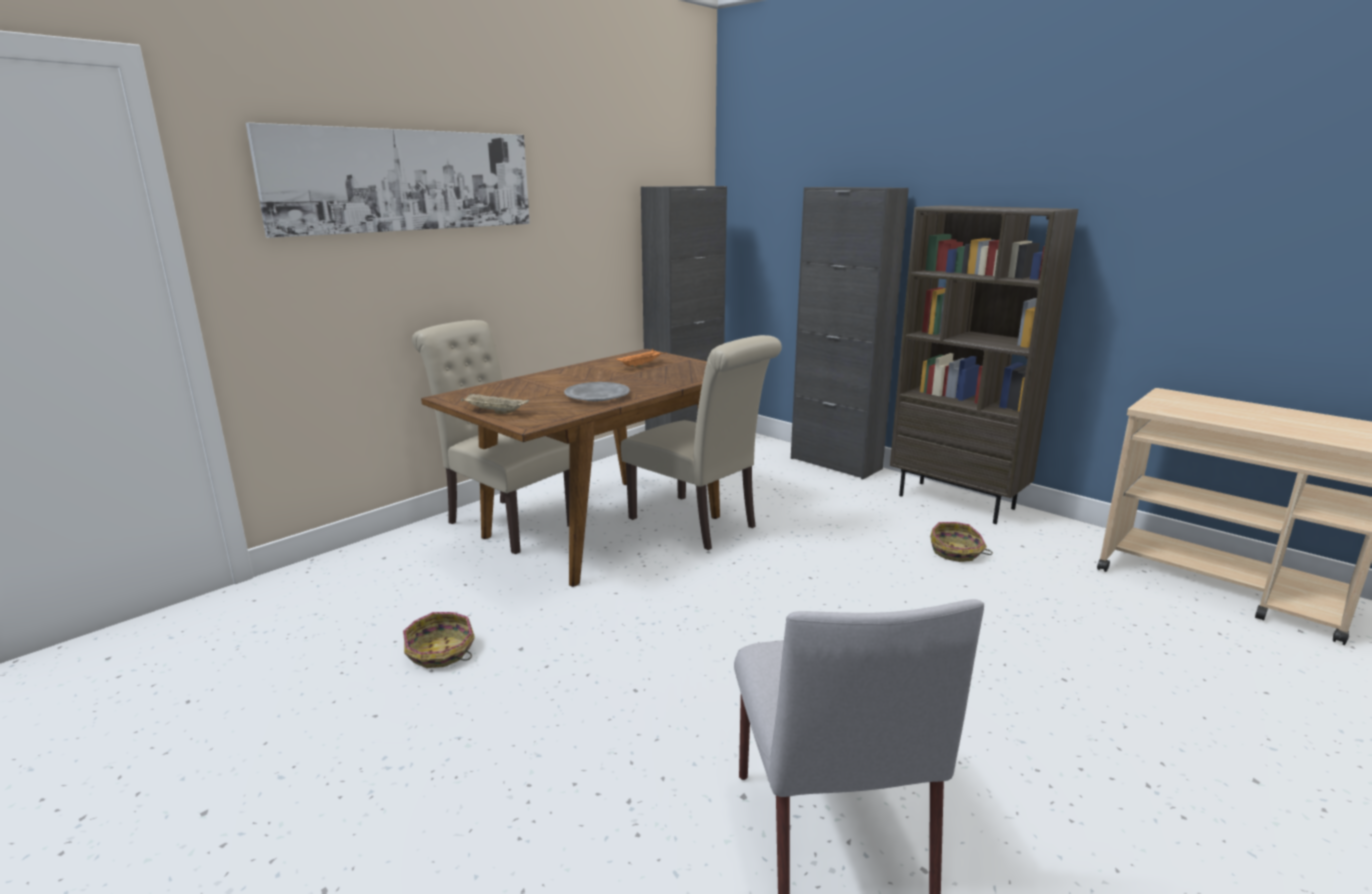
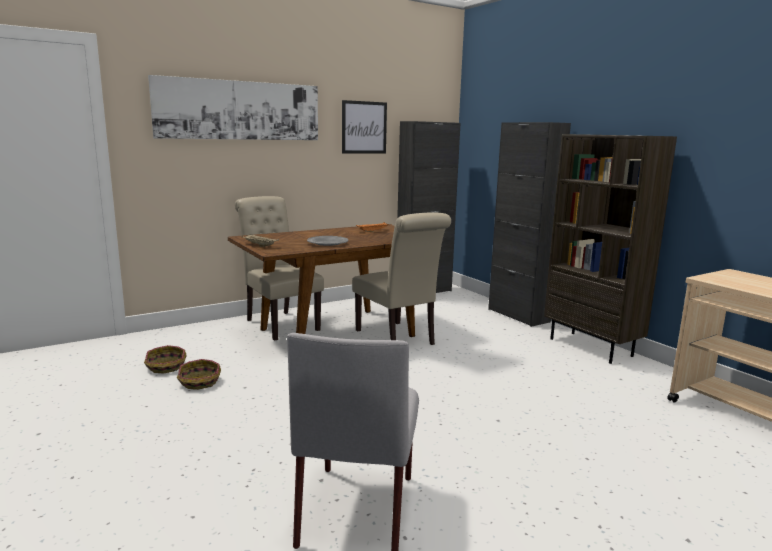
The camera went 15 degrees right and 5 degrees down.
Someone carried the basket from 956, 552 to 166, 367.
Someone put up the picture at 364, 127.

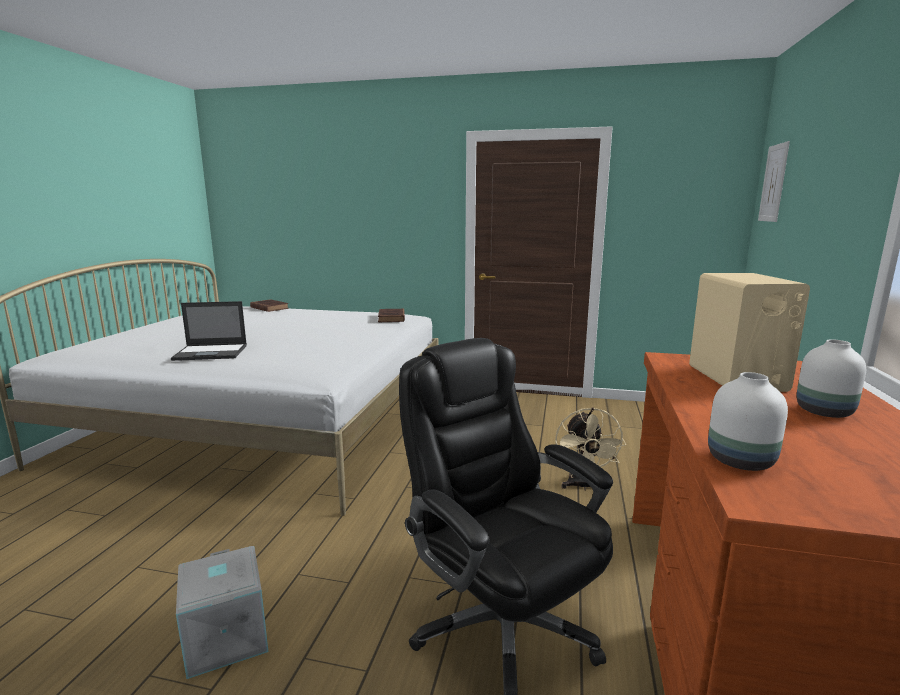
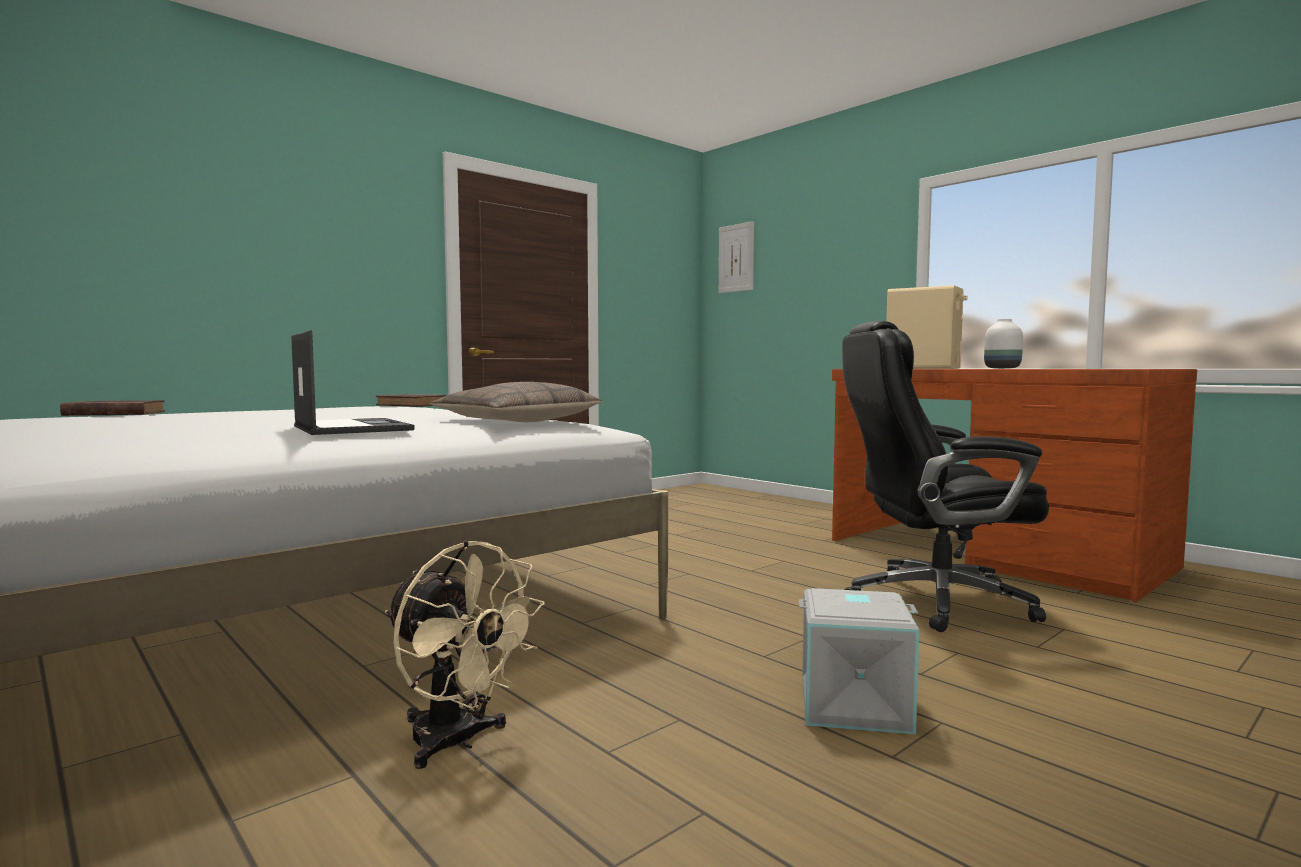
The camera went 55 degrees left and 10 degrees down.
Someone rotated the laptop at 212, 352 by 60 degrees counterclockwise.
Someone took away the vase in white at 740, 462.
Someone carried the fan in beige from 583, 486 to 457, 742.
Someone put down the pillow at 515, 421.

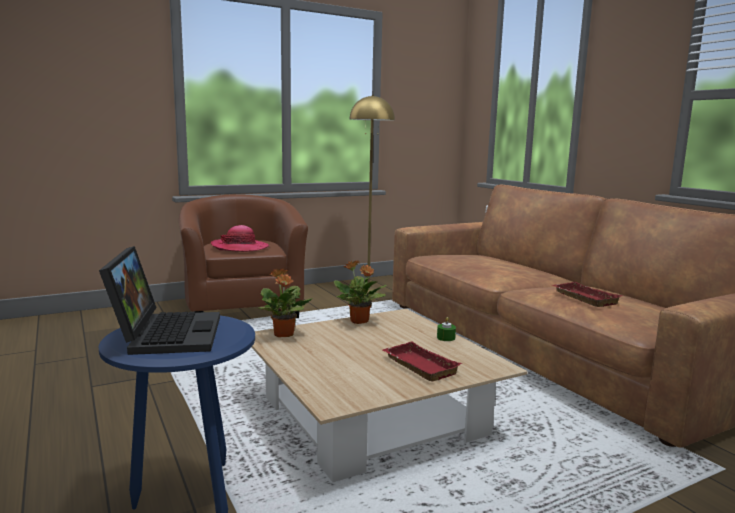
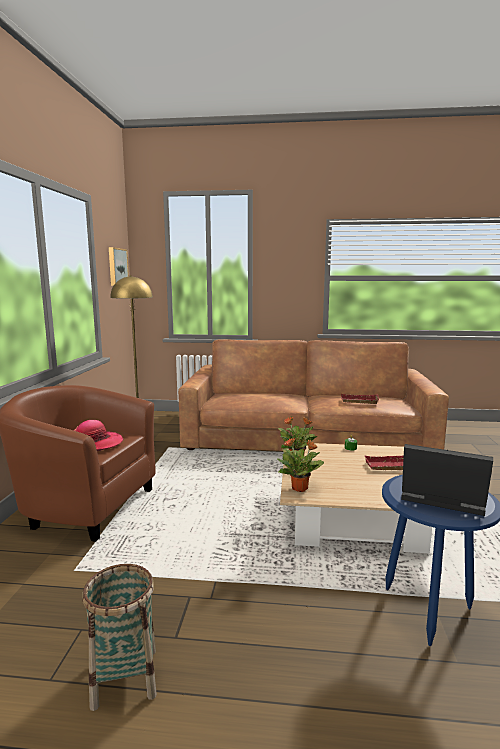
The camera went 55 degrees left and 0 degrees up.
Someone put up the picture at 117, 267.
Someone put down the basket at 125, 677.

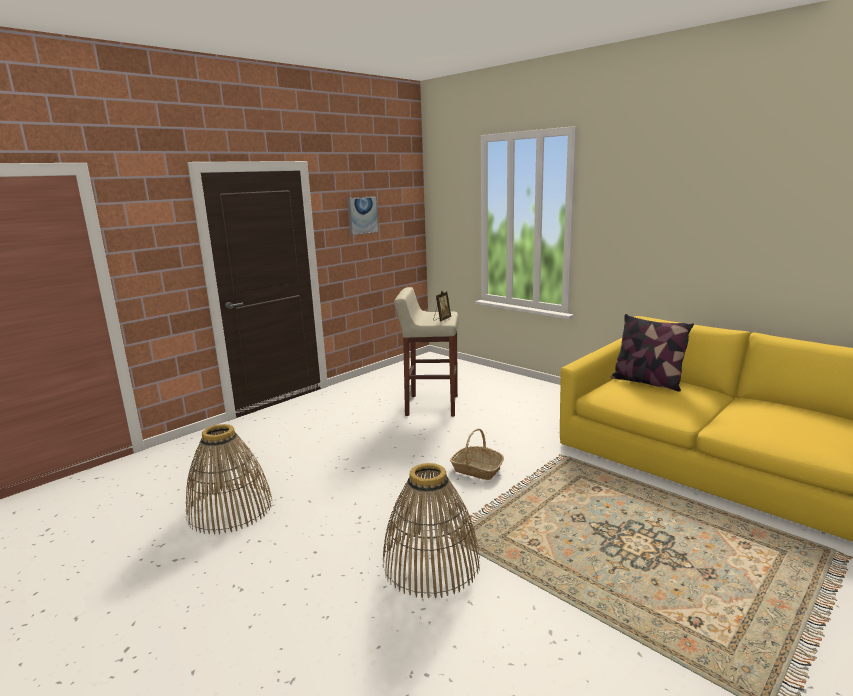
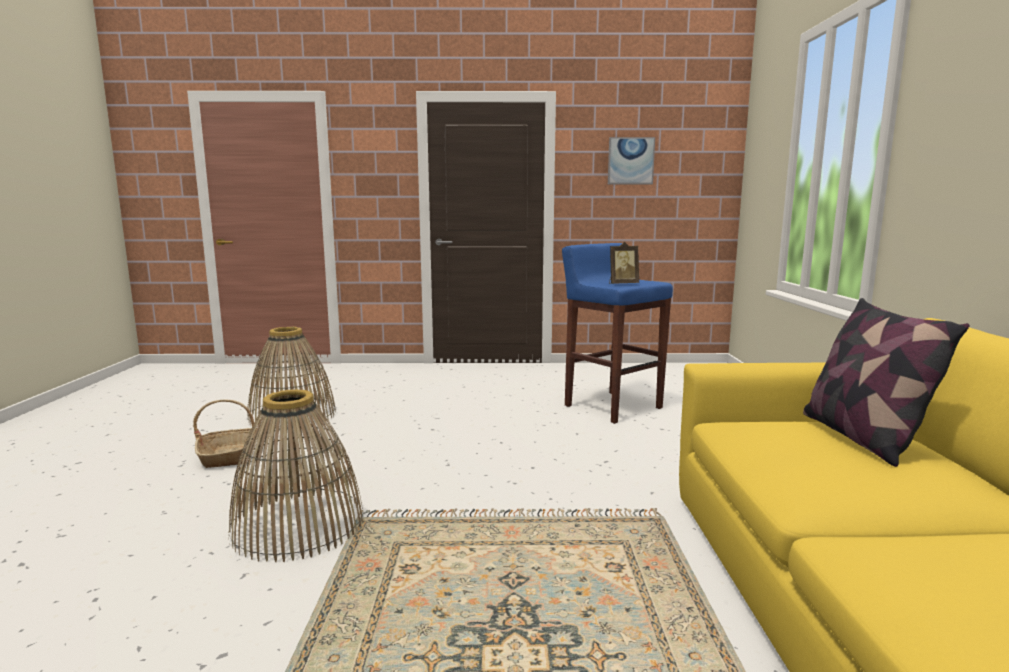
The camera went 45 degrees right and 5 degrees down.
Someone repainted the stool in beige at 431, 405, which became the stool in blue at 612, 406.
Someone carried the basket from 476, 469 to 229, 455.

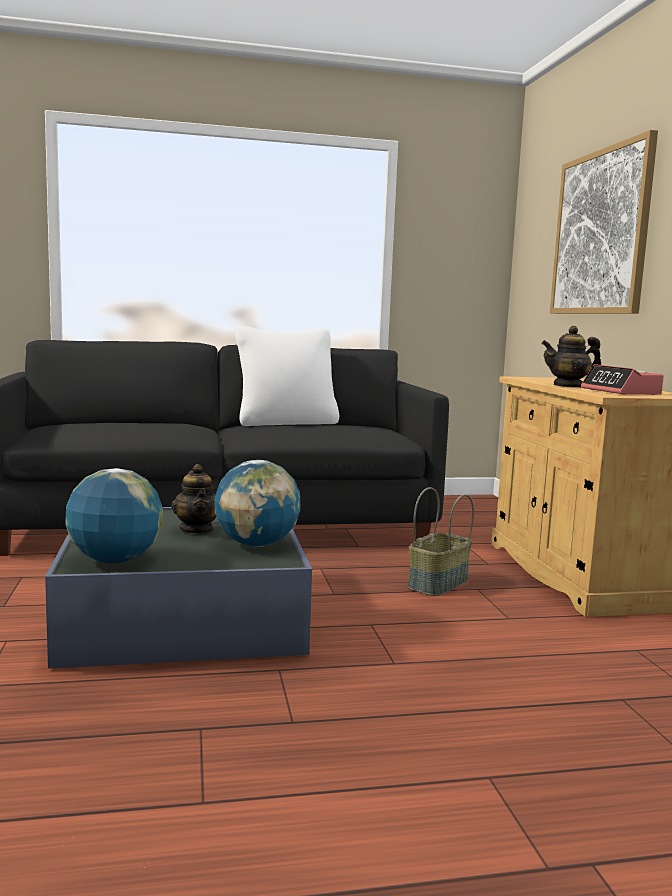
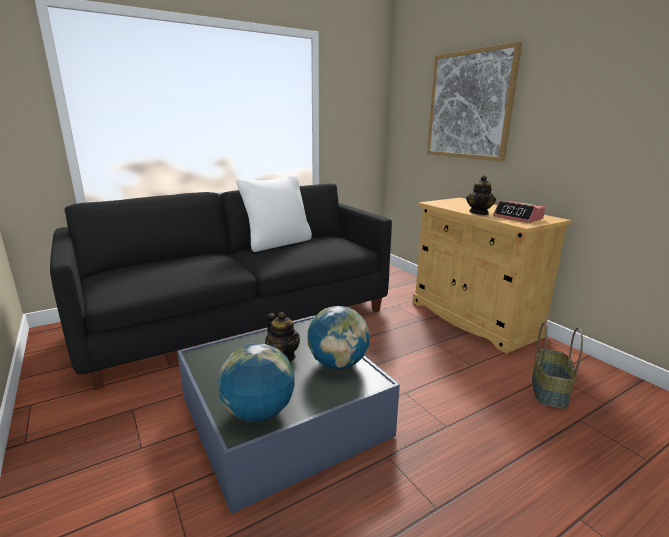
The camera went 20 degrees left and 10 degrees up.
Someone rotated the teapot at 568, 386 by 45 degrees counterclockwise.
Someone carried the basket from 439, 584 to 550, 391.

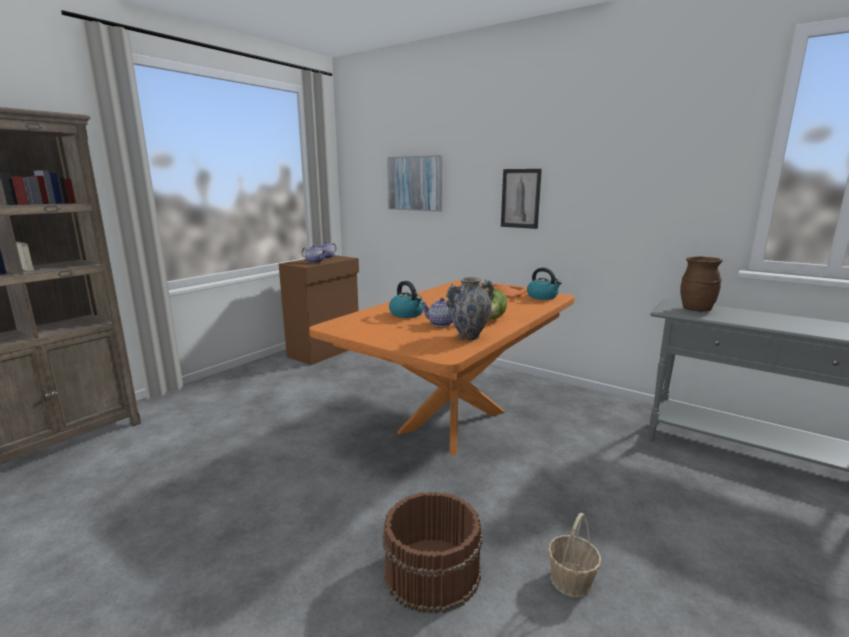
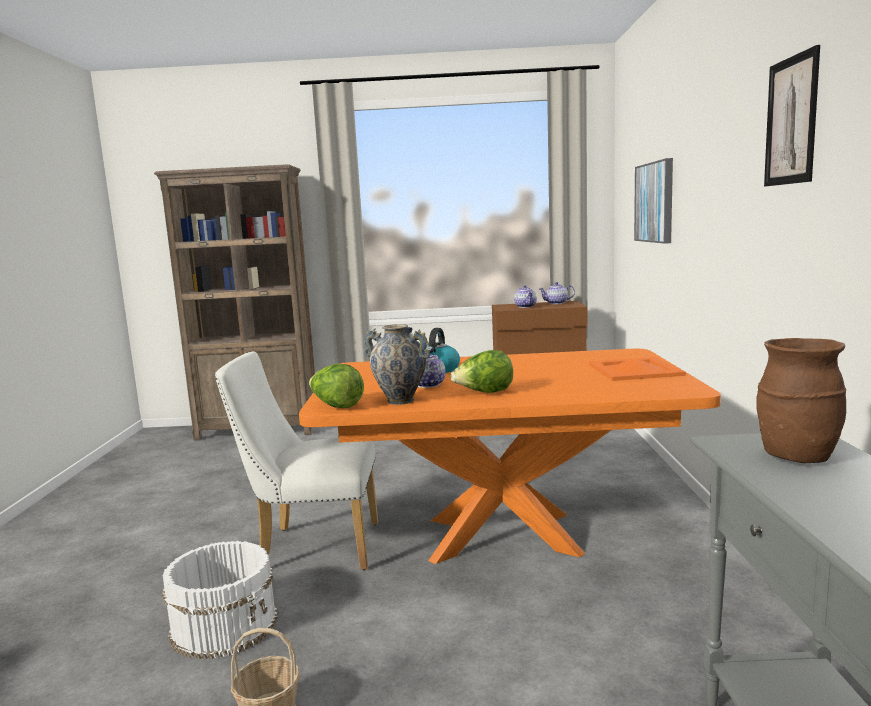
The camera went 55 degrees right and 5 degrees down.
Someone carried the picture from 520, 198 to 791, 121.
Someone took away the kettle at 542, 297.
Someone repainted the bucket in brown at 431, 571, which became the bucket in white at 225, 624.
Someone put down the chair in white at 311, 547.
Someone put down the lettuce at 336, 406.

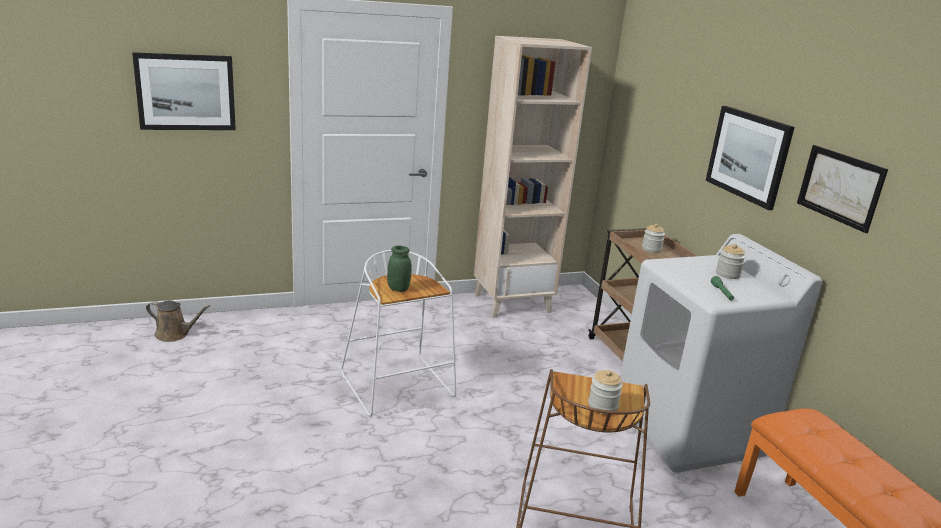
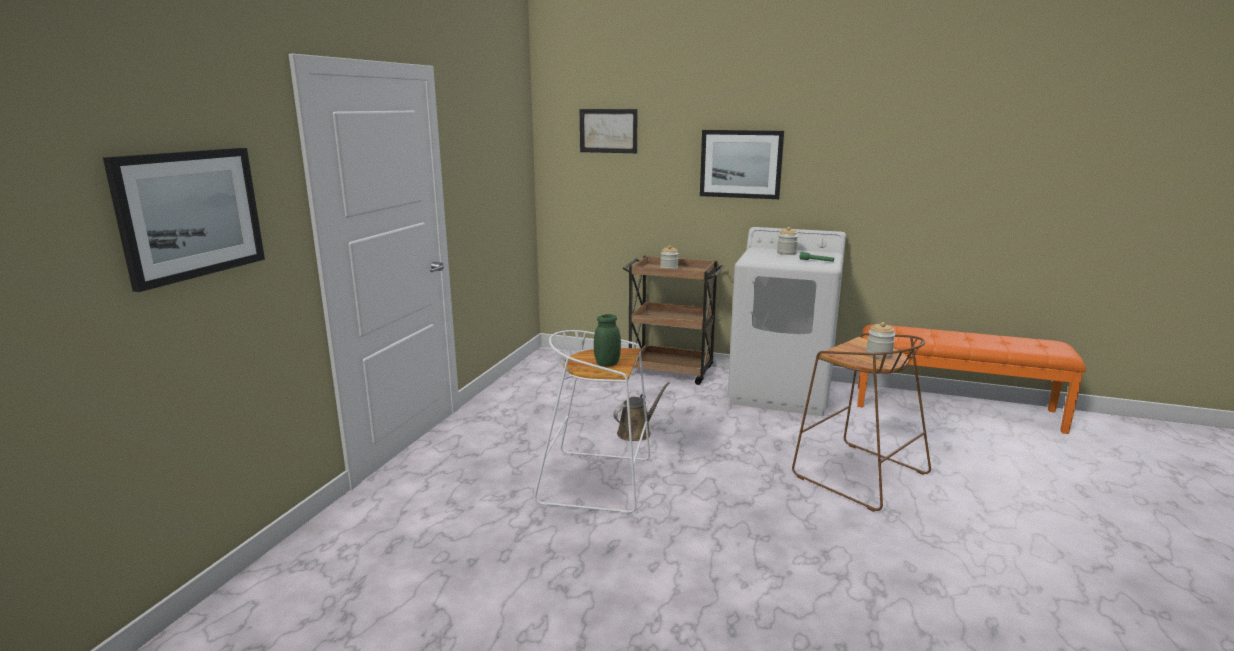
The camera went 50 degrees left and 5 degrees down.
Someone took away the bookcase in beige at 512, 303.
Someone carried the picture from 840, 187 to 608, 131.
Someone carried the watering can in brown from 175, 334 to 636, 432.

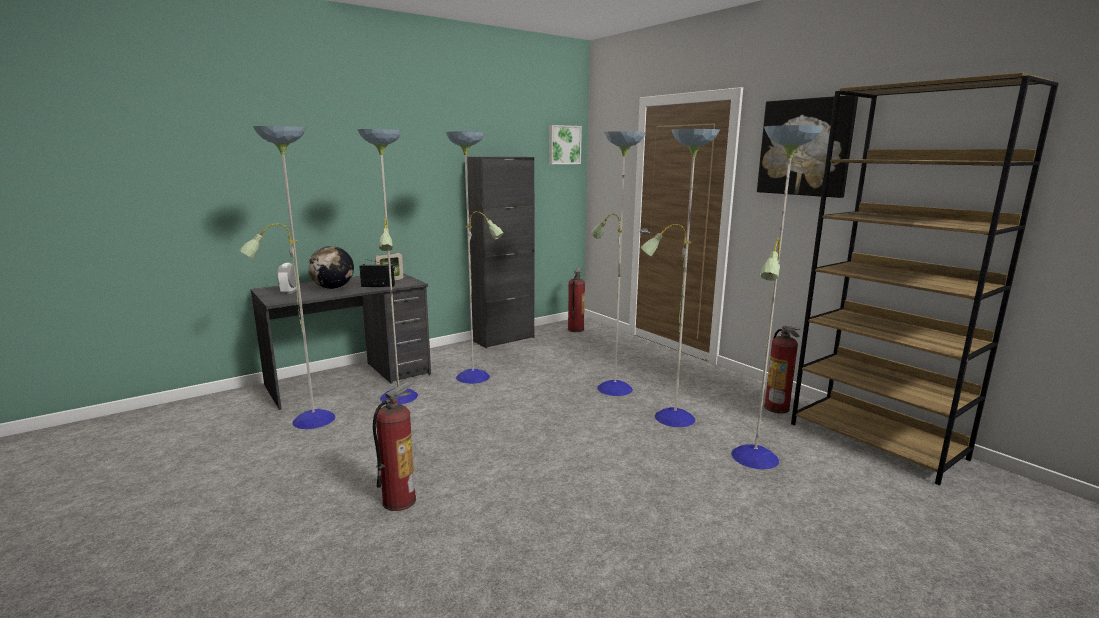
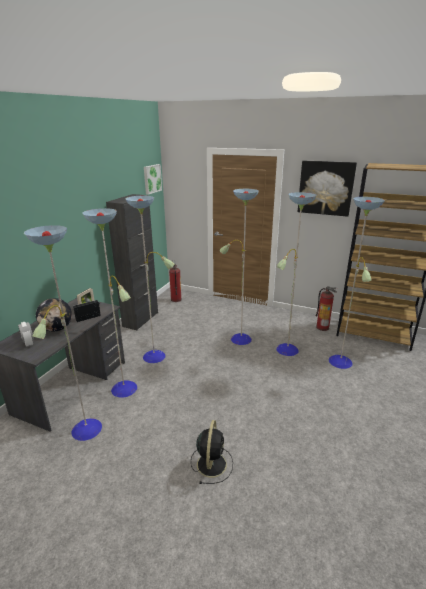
The camera went 30 degrees left and 10 degrees up.
Someone swapped the fire extinguisher at 399, 500 for the fan in black at 211, 463.

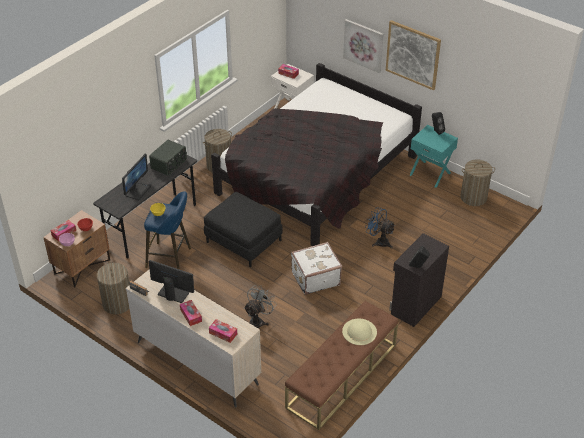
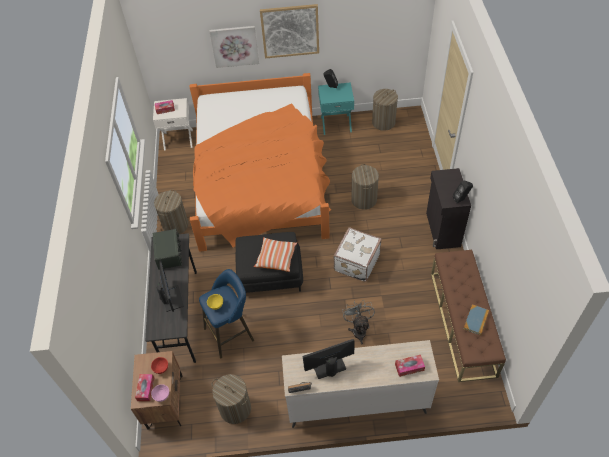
The camera went 40 degrees left and 10 degrees up.
Someone repainted the bed in black at 317, 176, which became the bed in orange at 260, 180.
Someone swapped the fan in blue at 379, 241 for the laundry basket at 364, 200.
Someone took away the tissue box at 191, 315.
Someone took away the hat in beige at 359, 331.
Someone put down the pillow at 276, 258.
Someone put down the book at 476, 320.

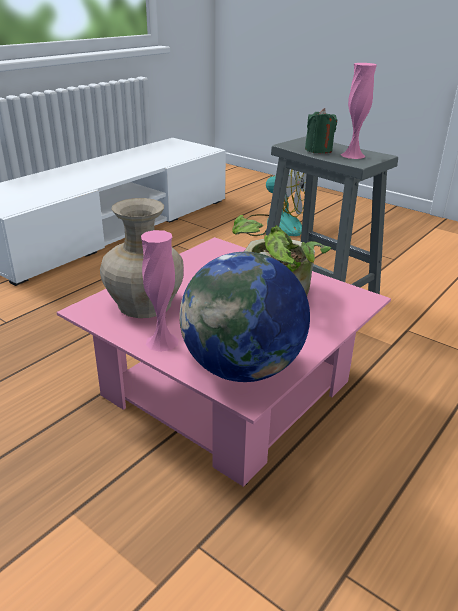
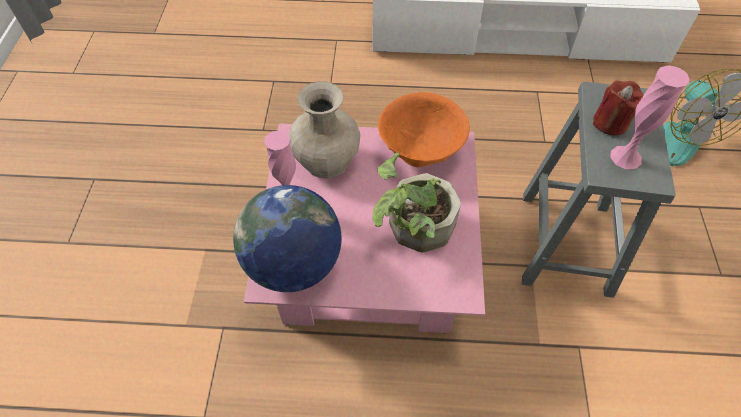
The camera went 55 degrees right and 25 degrees up.
Someone repainted the candle in green at 318, 150, which became the candle in red at 610, 123.
Someone put down the bowl in orange at 421, 151.

